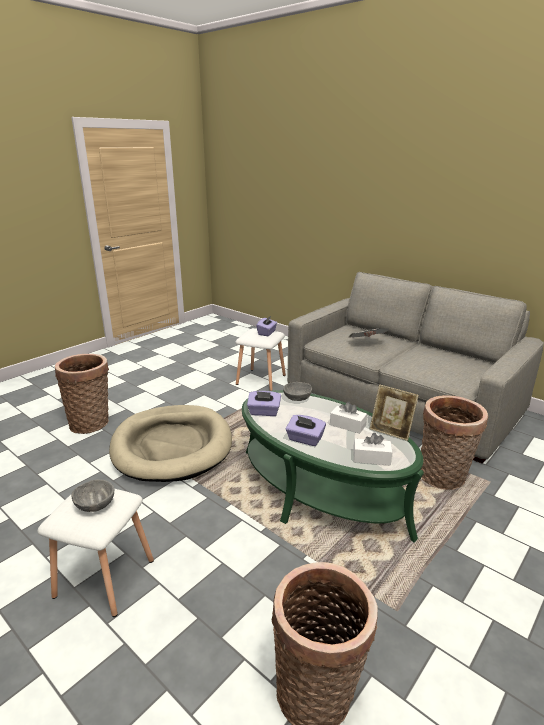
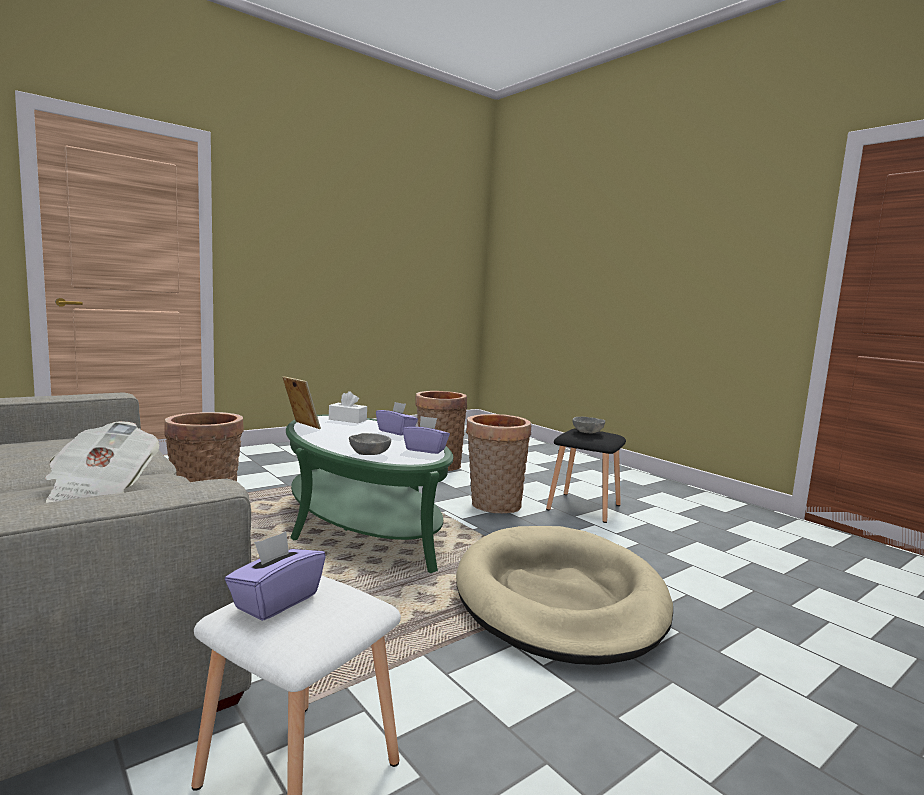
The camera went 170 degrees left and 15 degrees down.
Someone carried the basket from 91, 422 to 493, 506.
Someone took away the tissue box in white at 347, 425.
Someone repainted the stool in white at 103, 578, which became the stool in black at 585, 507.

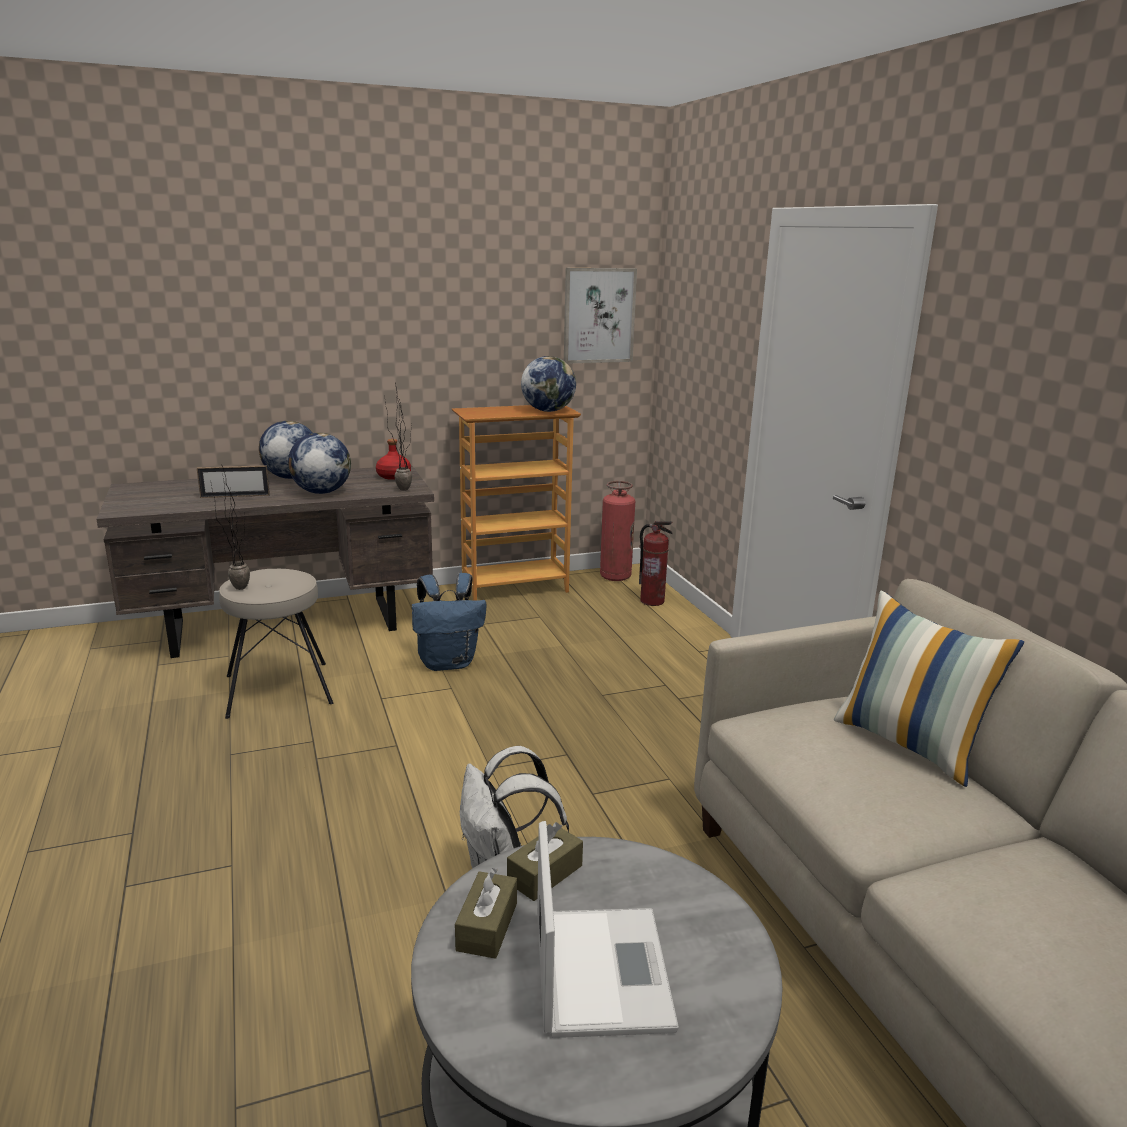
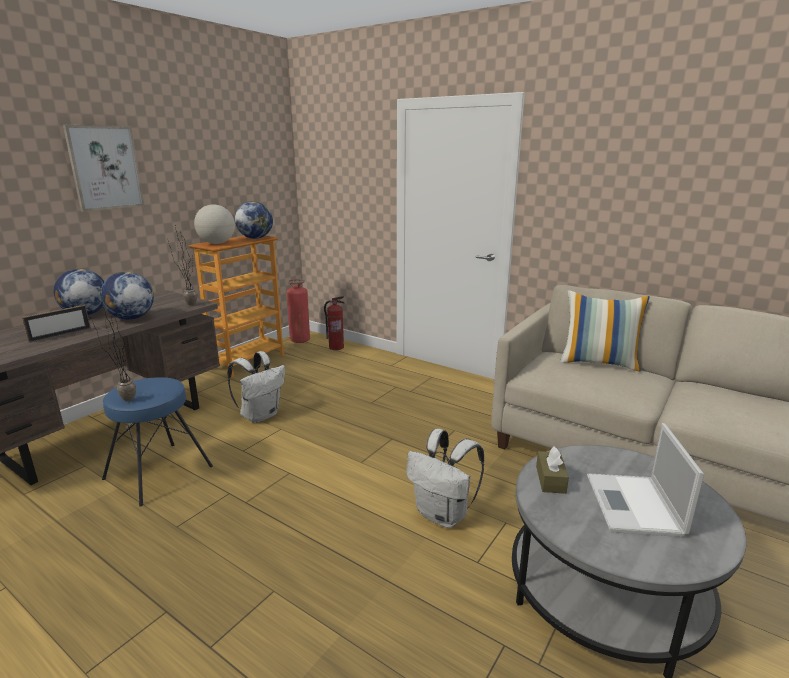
The camera went 35 degrees left and 0 degrees up.
Someone carried the picture from 599, 315 to 105, 168.
Someone took away the bottle in red at 393, 476.
Someone repainted the stool in beige at 278, 690, which became the stool in blue at 159, 472.
Someone repainted the backpack in blue at 448, 663, which became the backpack in white at 260, 415.
Someone rotated the laptop at 600, 968 by 135 degrees counterclockwise.
Someone took away the tissue box in brown at 487, 926.
Someone put down the globe at 217, 243.

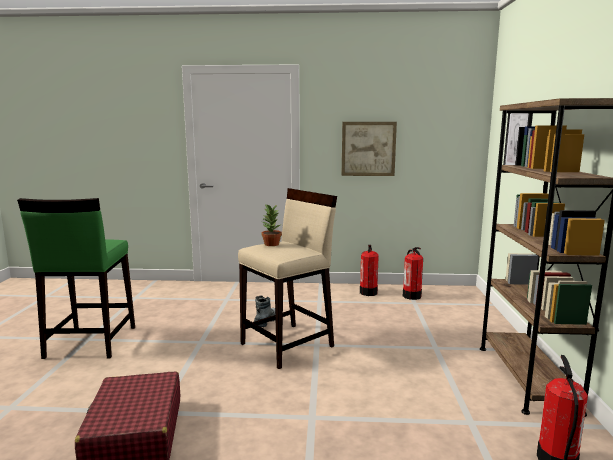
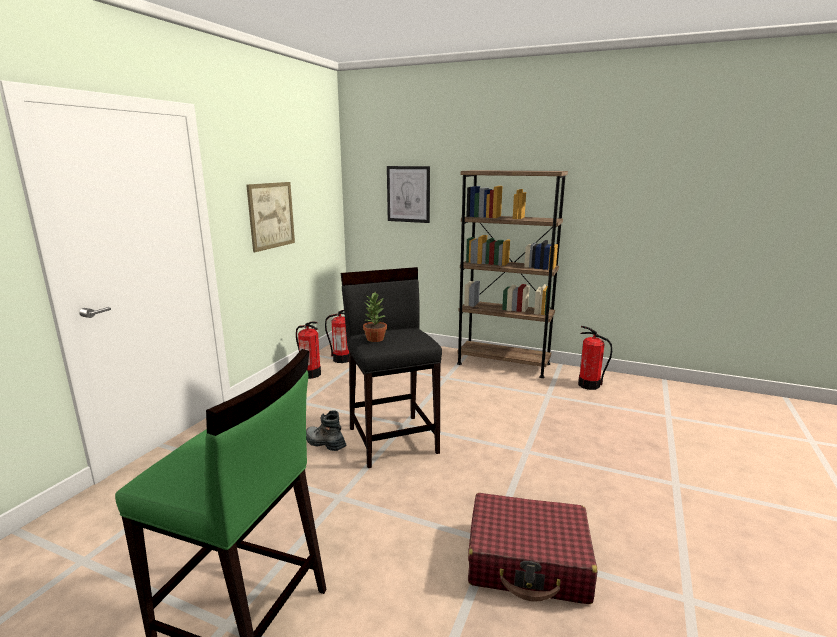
The camera went 70 degrees left and 5 degrees up.
Someone repainted the stool in beige at 288, 345, which became the stool in black at 393, 439.

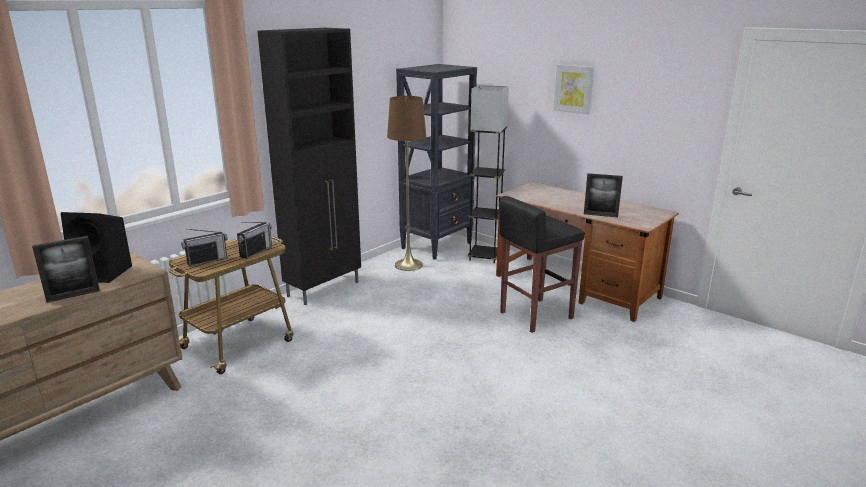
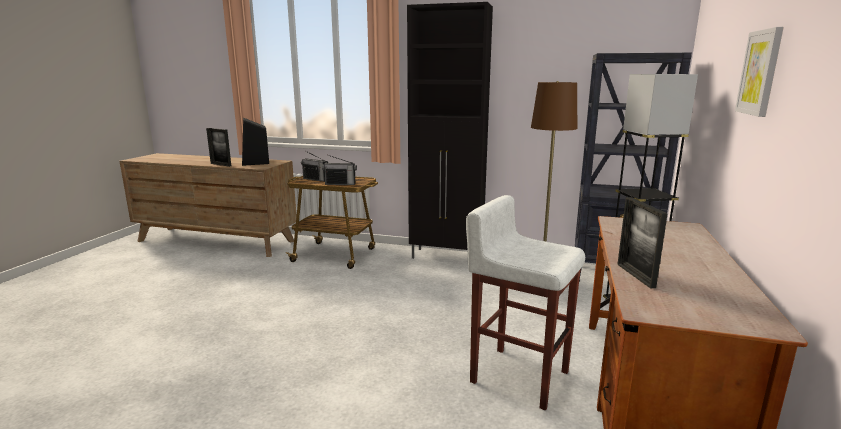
The camera went 65 degrees right and 5 degrees down.
Someone repainted the stool in black at 535, 315, which became the stool in white at 518, 375.

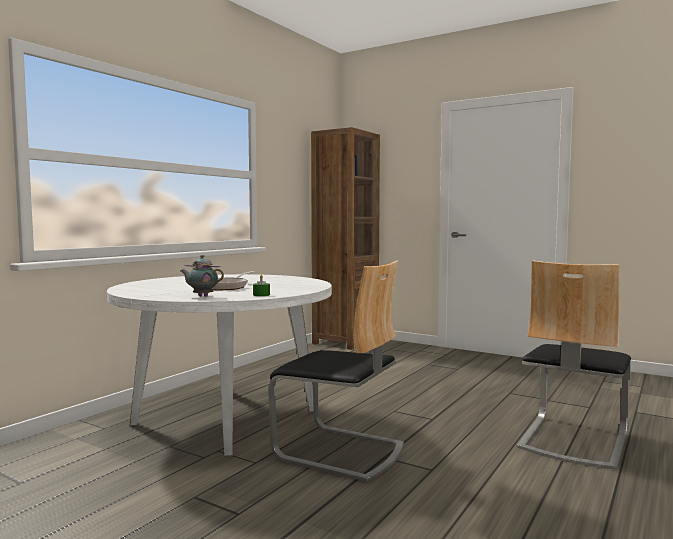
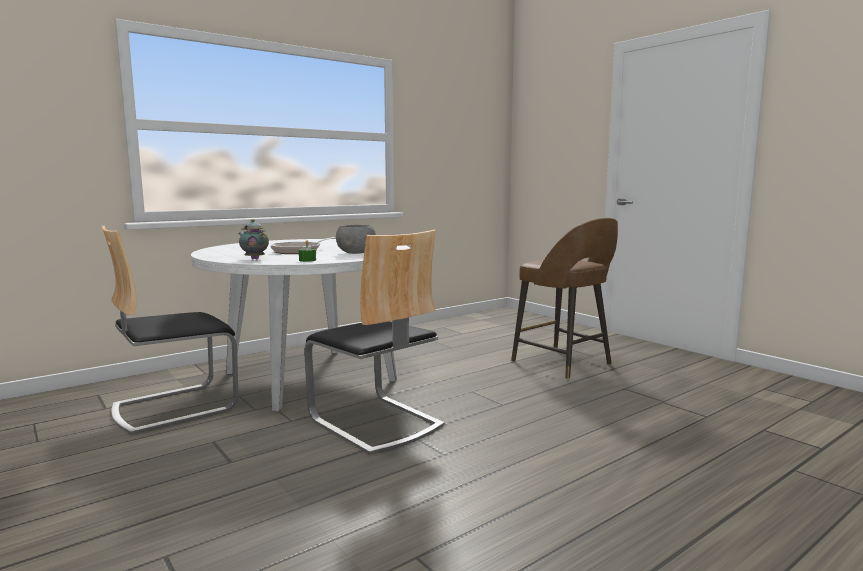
The camera went 20 degrees right and 5 degrees up.
Someone took away the bookcase in brown at 345, 341.
Someone carried the chair from 572, 440 to 174, 406.
Someone put down the stool in brown at 563, 363.
Someone put down the bowl in grey at 356, 253.

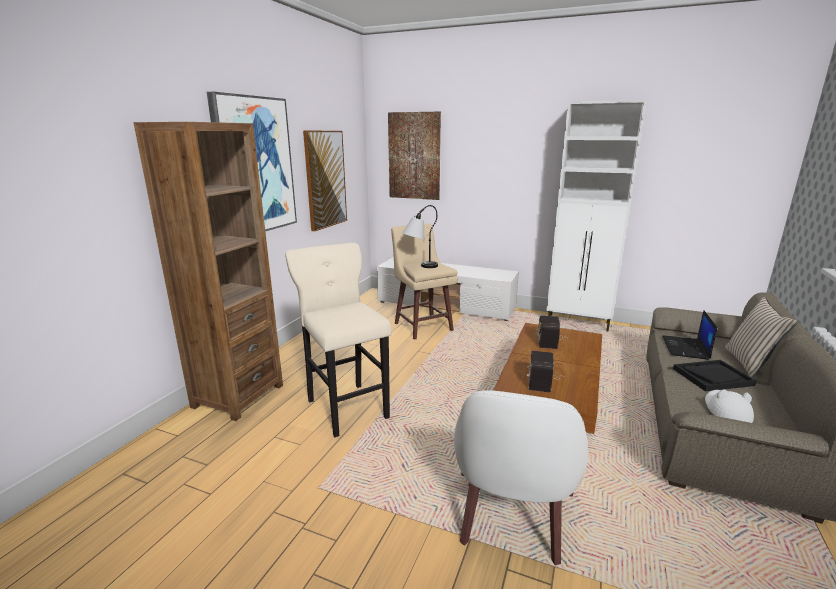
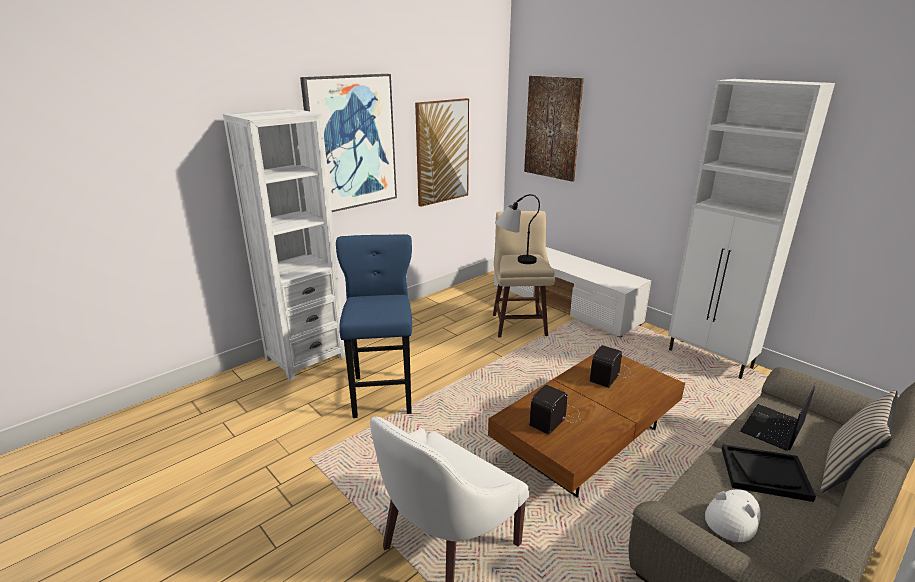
The camera went 25 degrees right and 5 degrees up.
Someone repainted the bookcase in brown at 238, 396, which became the bookcase in white at 305, 357.
Someone repainted the stool in beige at 346, 406, which became the stool in blue at 383, 392.

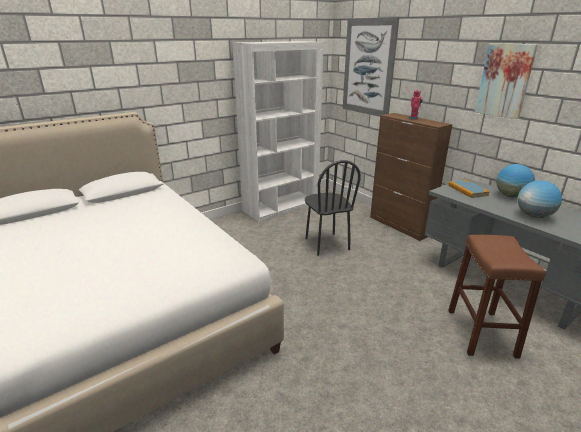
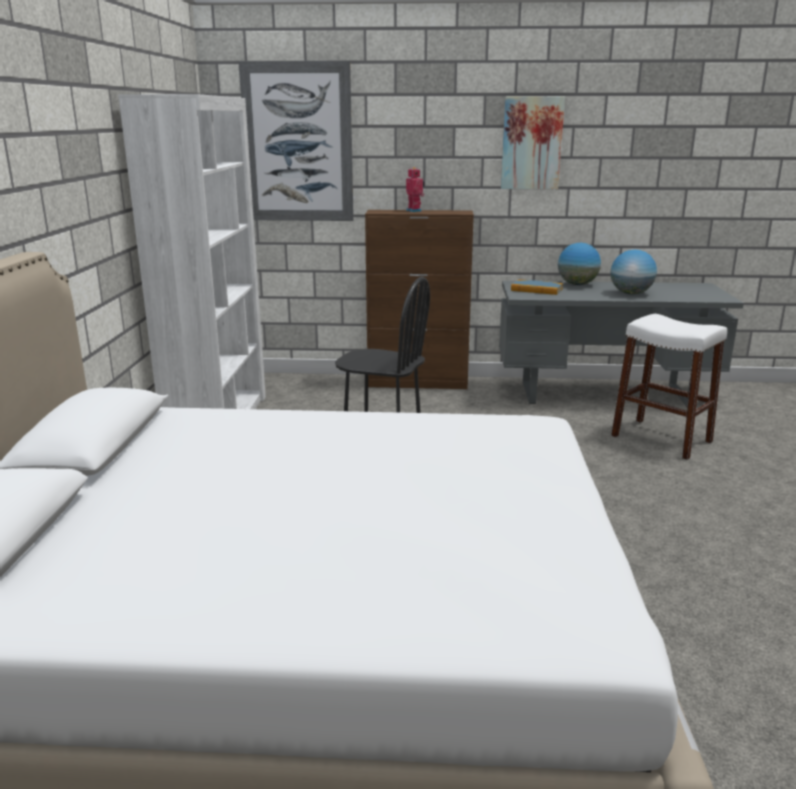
The camera went 50 degrees left and 5 degrees down.
Someone repainted the stool in brown at 481, 332, which became the stool in white at 661, 439.

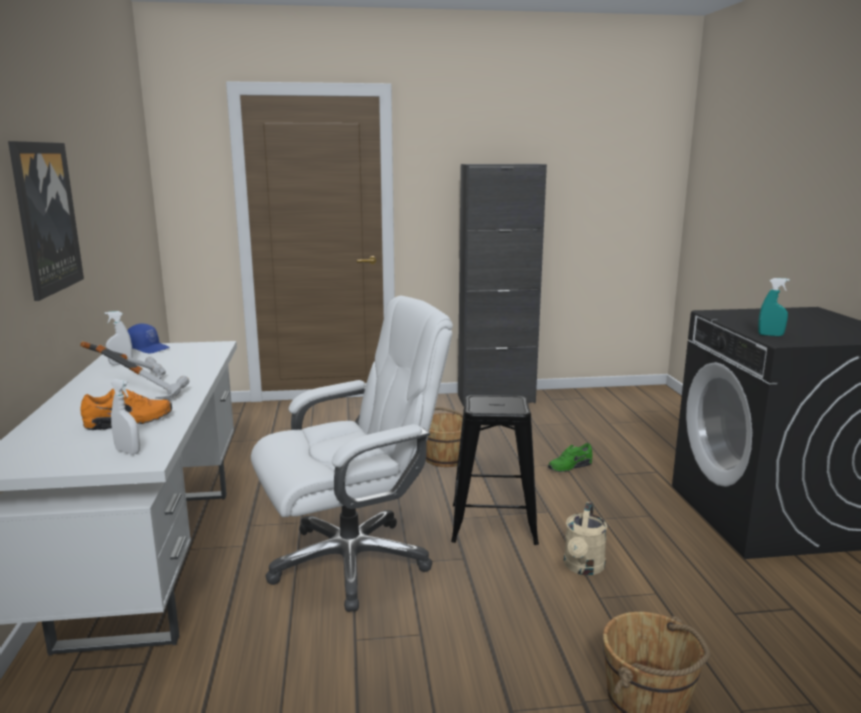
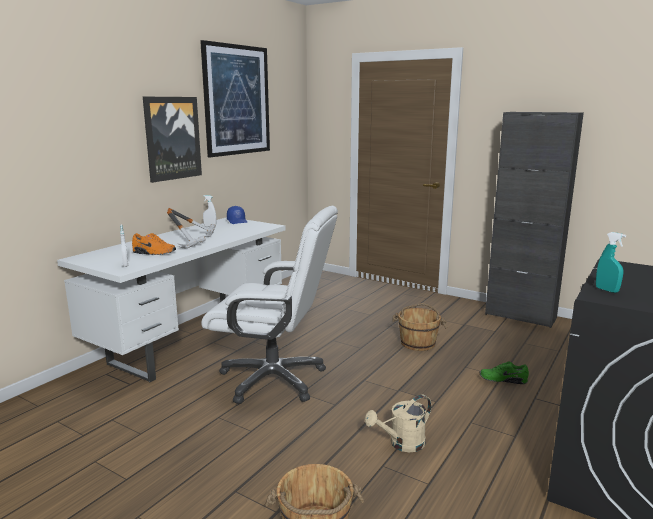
The camera went 40 degrees right and 0 degrees up.
Someone took away the stool in black at 493, 524.
Someone put up the picture at 237, 100.

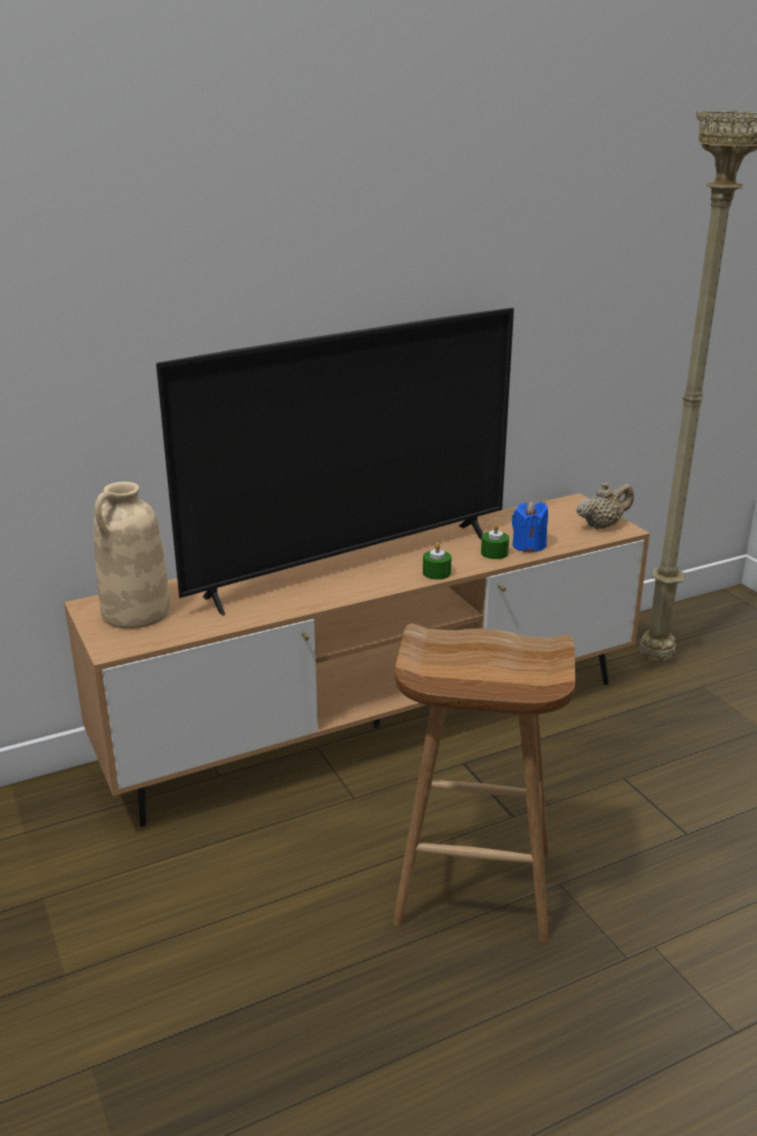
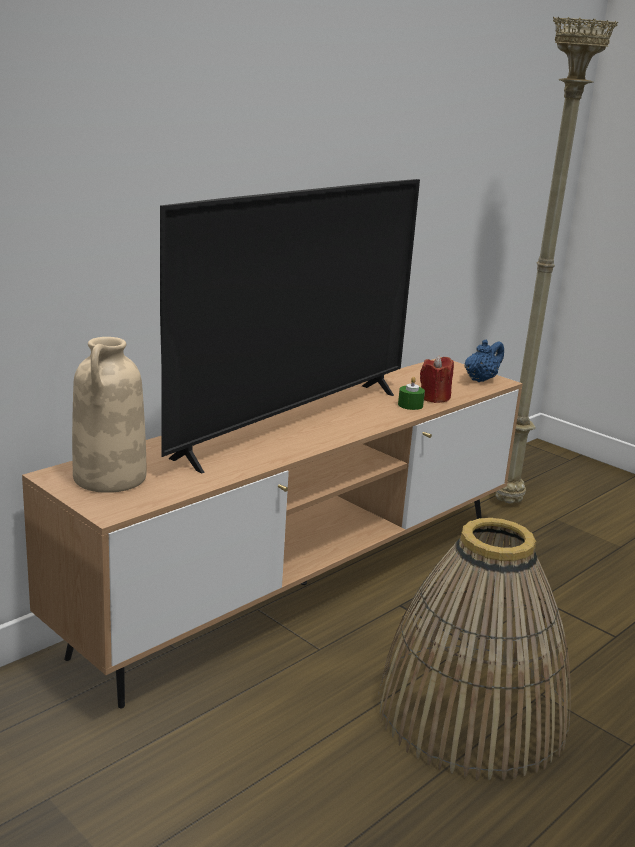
The camera went 20 degrees left and 5 degrees down.
Someone repainted the teapot in beige at 602, 525, which became the teapot in blue at 481, 379.
Someone repainted the candle in blue at 528, 546, which became the candle in red at 434, 398.
Someone took away the candle in green at 436, 573.
Someone swapped the stool in brown at 471, 889 for the basket at 471, 711.

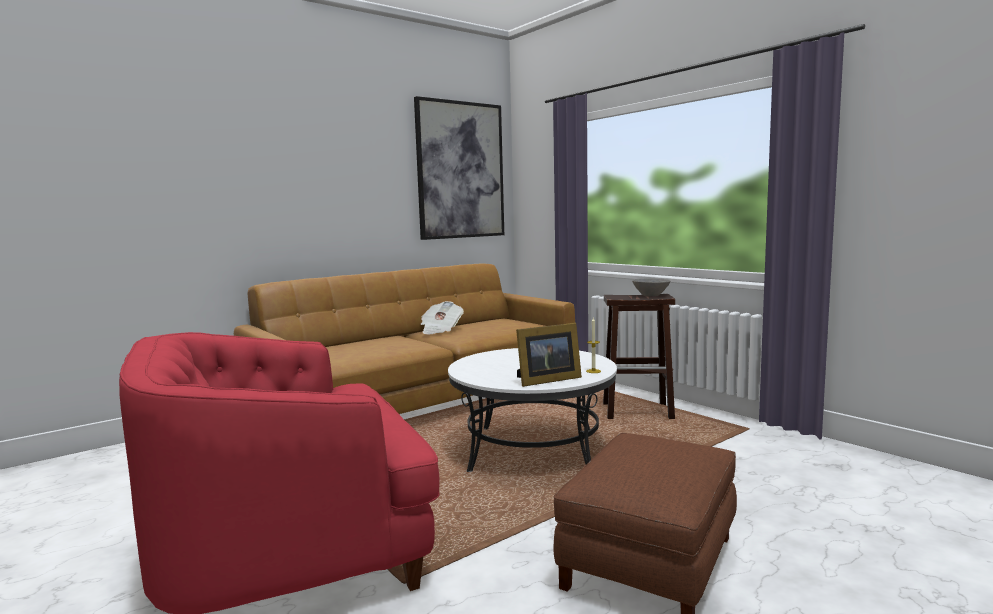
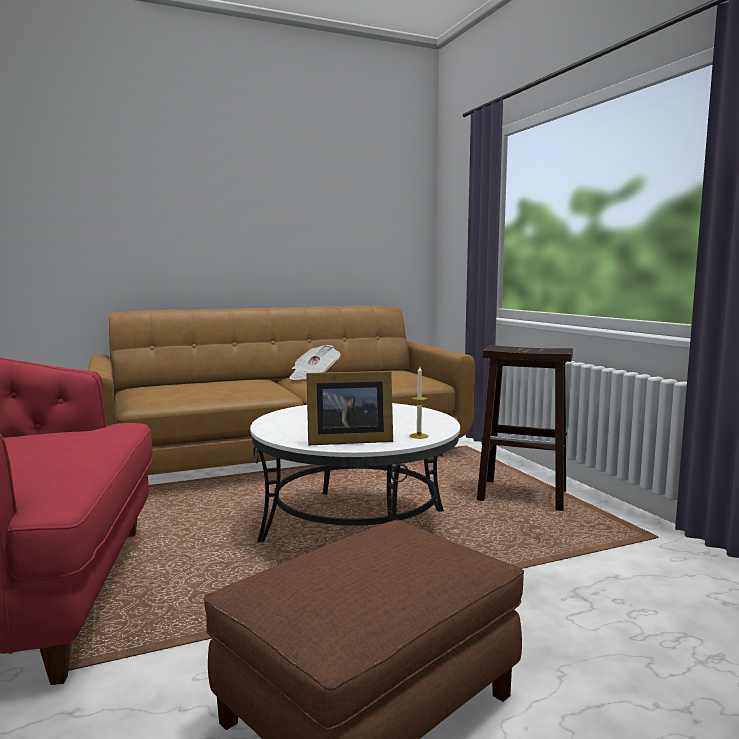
The camera went 15 degrees right and 0 degrees up.
Someone took away the picture at 460, 170.
Someone took away the bowl in grey at 651, 295.

